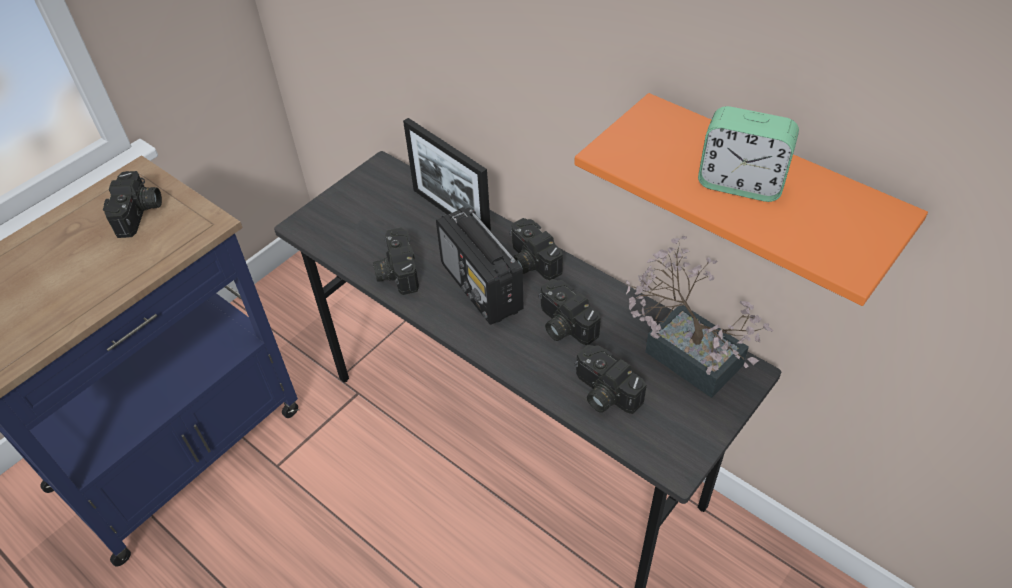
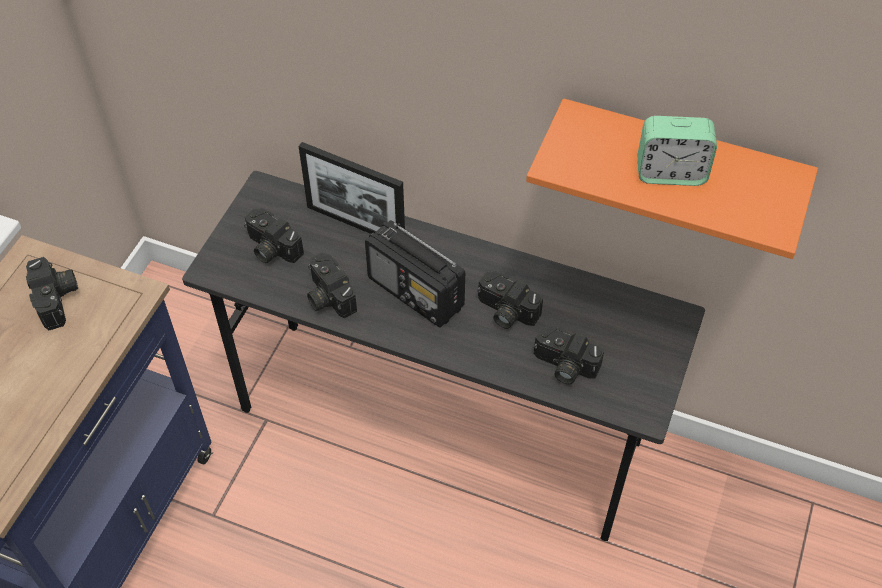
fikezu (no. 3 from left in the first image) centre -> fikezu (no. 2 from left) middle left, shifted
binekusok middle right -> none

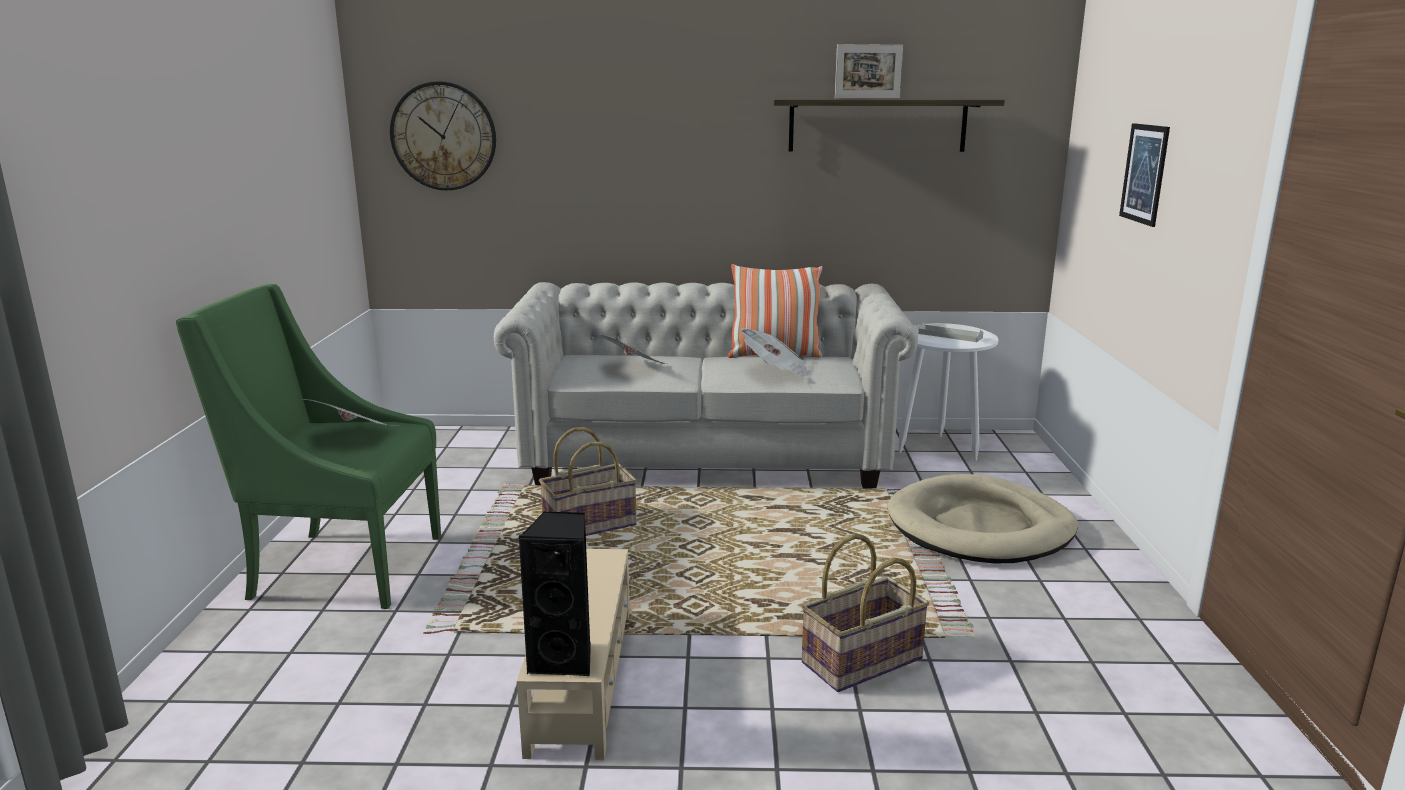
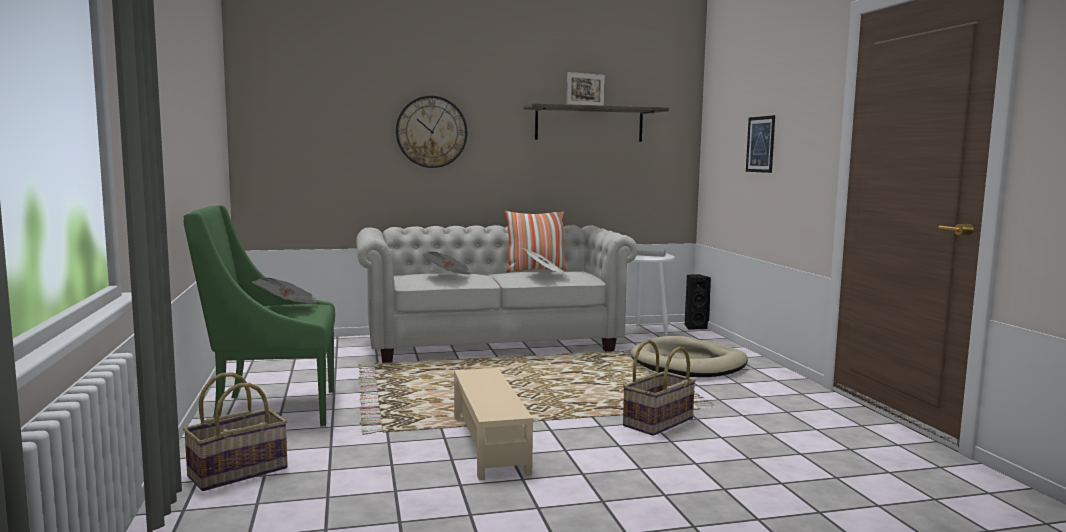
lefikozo (no. 1 from left) centre -> lefikozo (no. 1 from left) bottom left, shifted
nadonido top left -> nadonido top centre, shifted
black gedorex bottom centre -> black gedorex centre, shifted

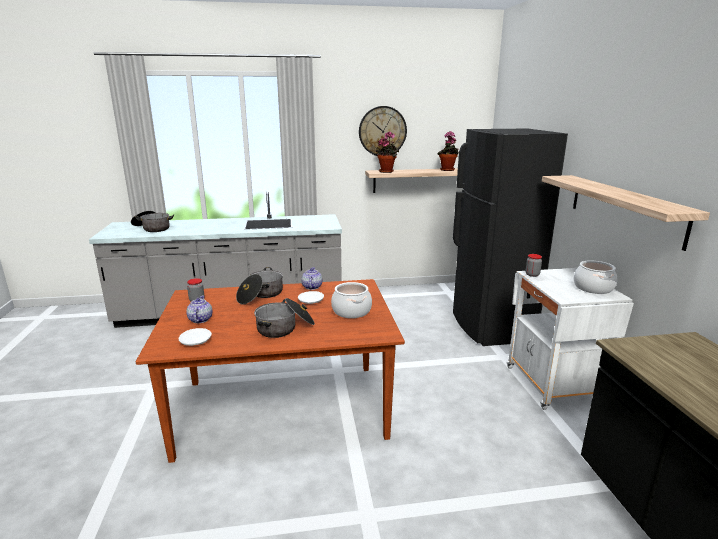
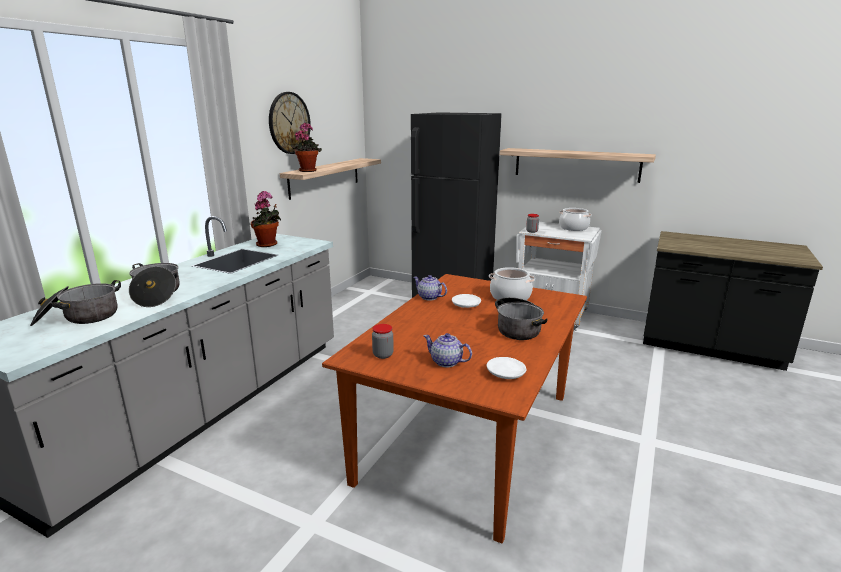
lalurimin (no. 2 from left) centre -> lalurimin (no. 2 from left) middle left, shifted
binekusok (no. 2 from left in the first image) top centre -> binekusok (no. 1 from left) middle left, shifted

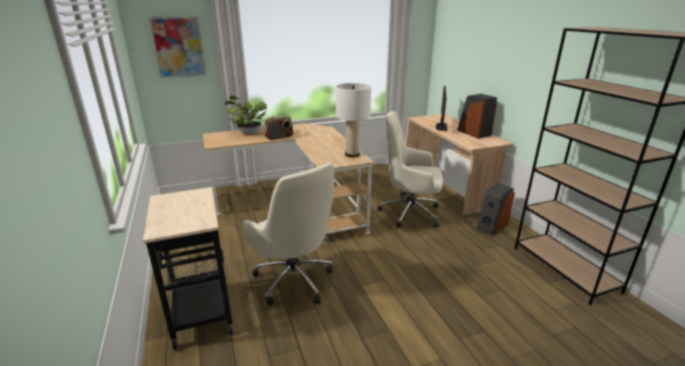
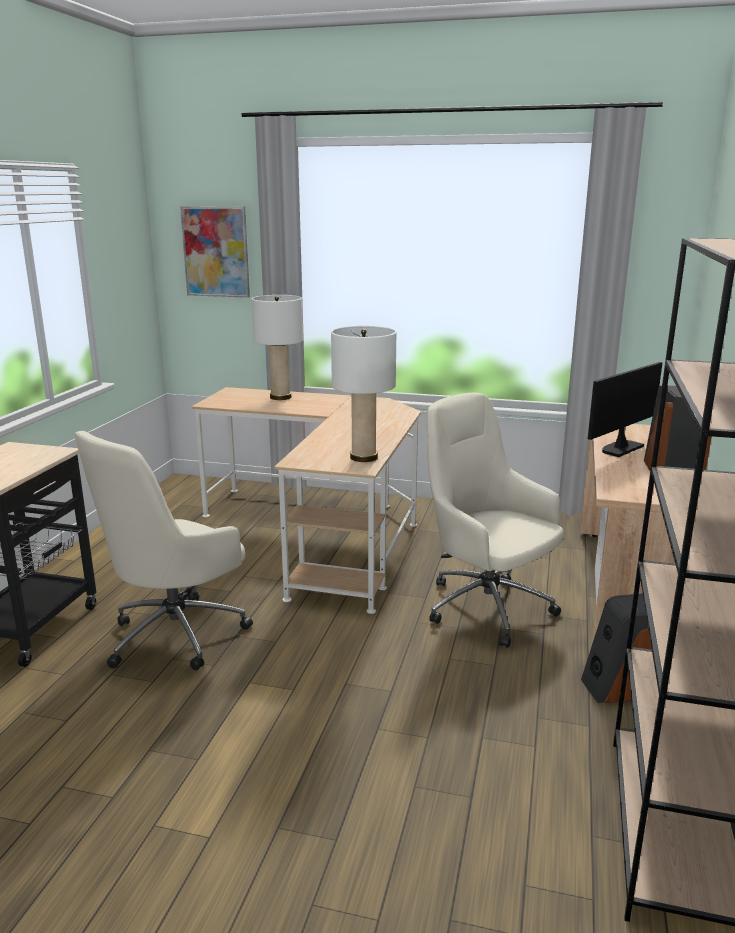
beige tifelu (no. 1 from left) centre -> beige tifelu (no. 1 from left) middle left, 45 degrees clockwise
binekusok top centre -> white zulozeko (no. 1 from left) centre
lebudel centre -> none

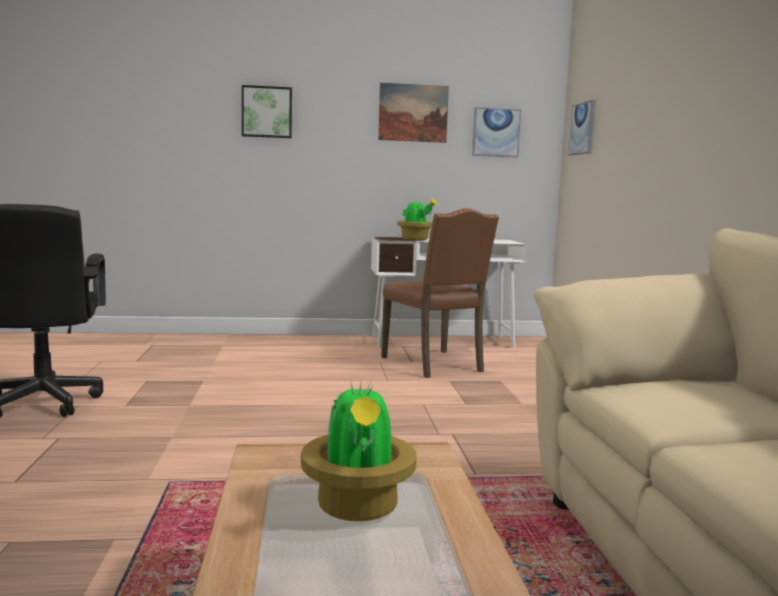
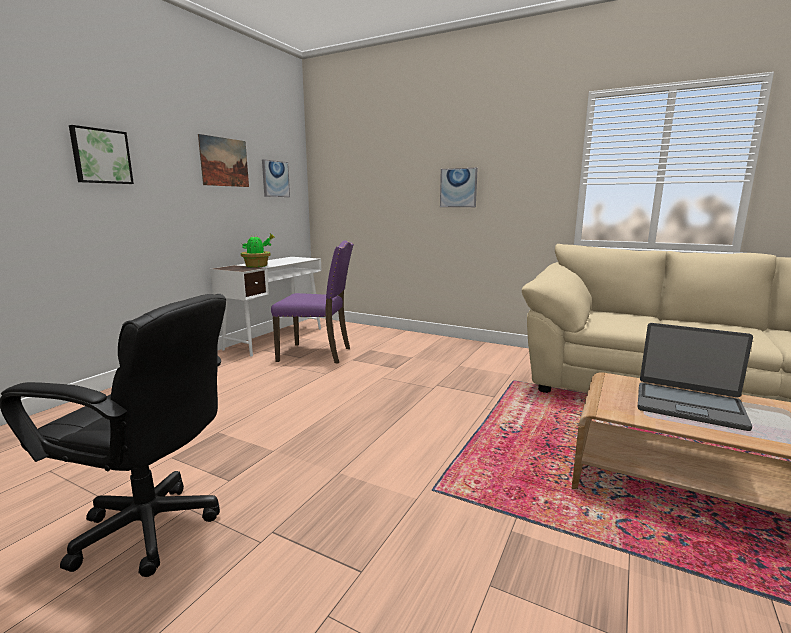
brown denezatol centre -> purple denezatol centre
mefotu (no. 4 from left) top right -> mefotu (no. 4 from left) top centre, shifted
binekusok (no. 1 from left) bottom centre -> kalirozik middle right

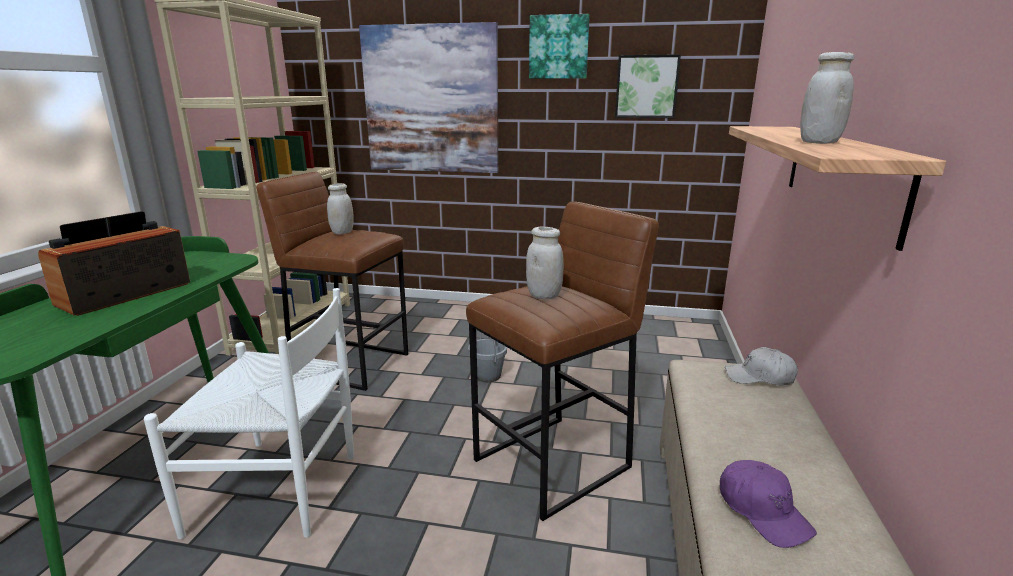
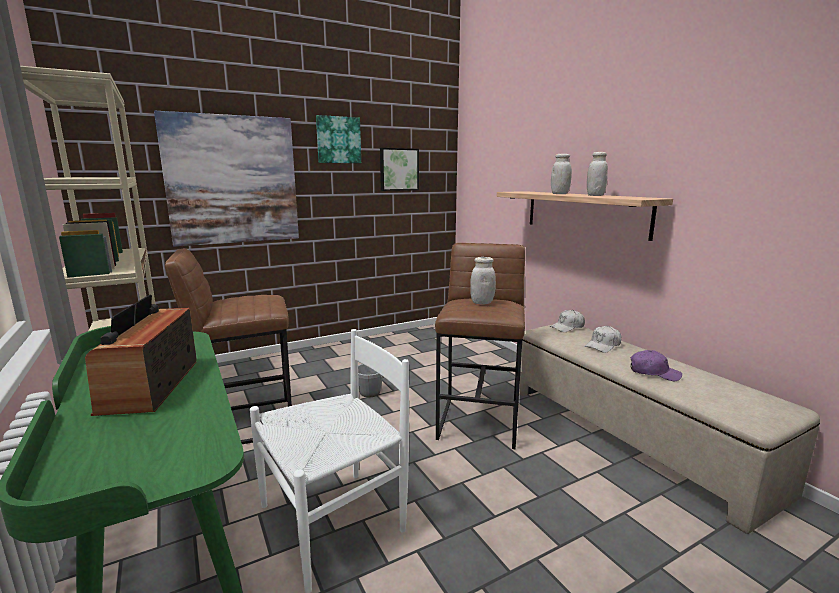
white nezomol (no. 1 from left in the first image) centre -> white nezomol (no. 2 from left) top right, shifted
none -> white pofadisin (no. 2 from left) middle right

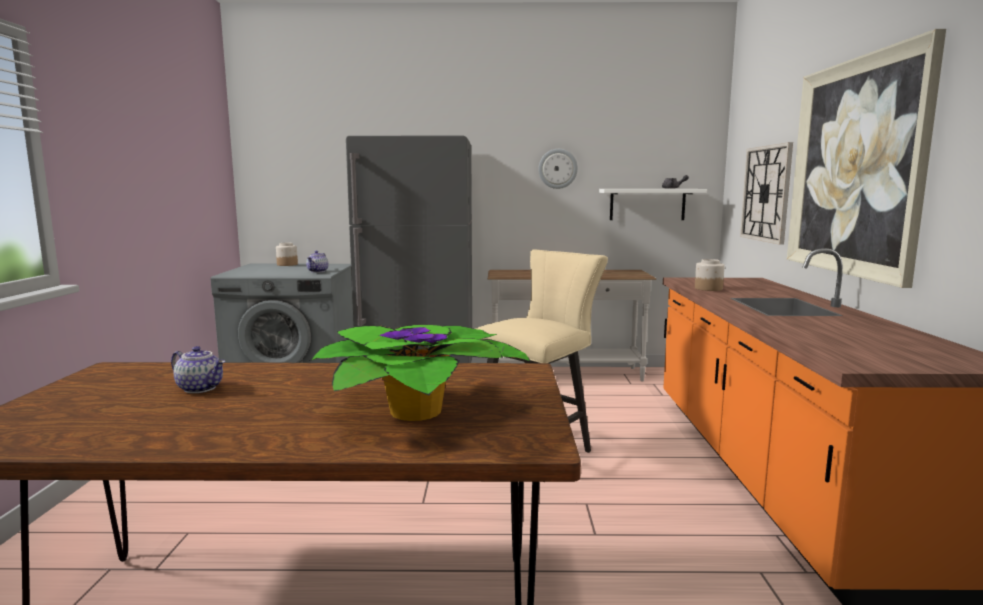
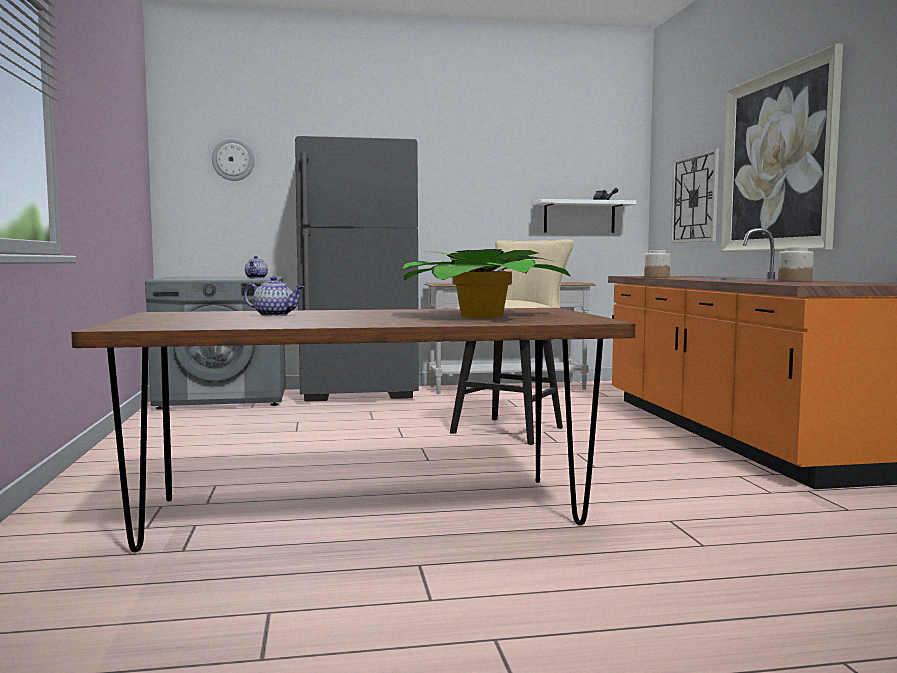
nadonido (no. 1 from left) top centre -> nadonido (no. 1 from left) top left, shifted
nezomol (no. 1 from left in the first image) middle left -> nezomol (no. 2 from left) middle right, shifted

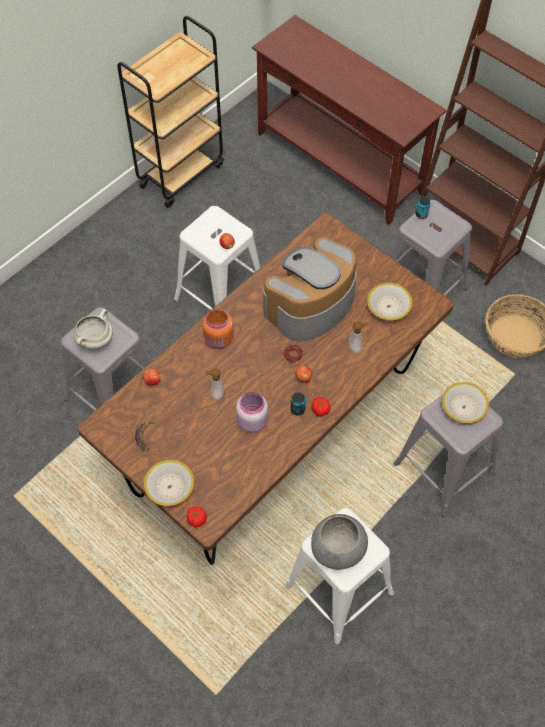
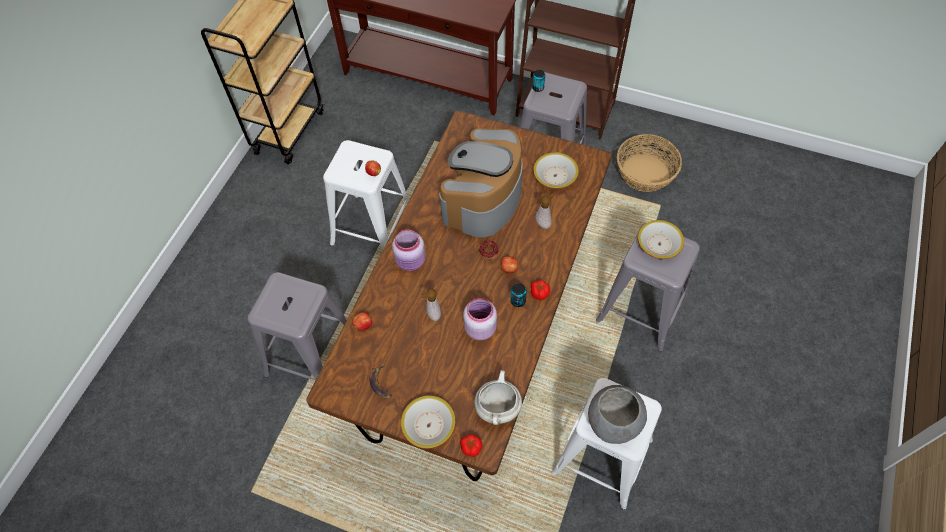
orange nezomol centre -> pink nezomol (no. 1 from left) centre
white lalurimin middle left -> white lalurimin bottom centre, shifted

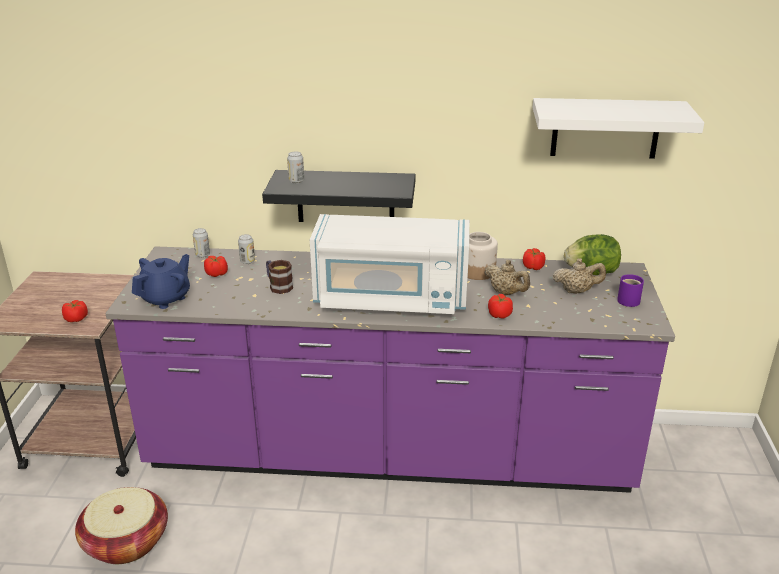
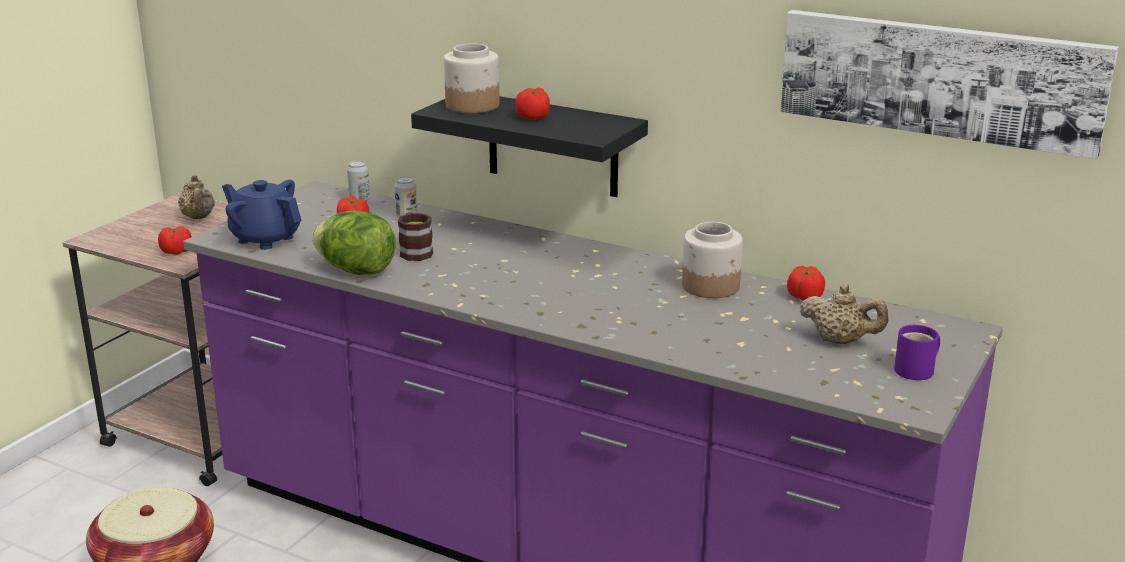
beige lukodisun (no. 1 from left) centre -> beige lukodisun (no. 1 from left) middle left, shifted
blue lukodisun middle left, 120 degrees counterclockwise
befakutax middle right -> befakutax middle left, shifted
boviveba (no. 3 from left) top centre -> nezomol (no. 1 from left) top centre
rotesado (no. 3 from left) centre -> rotesado (no. 3 from left) top centre, shifted
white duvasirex top right -> mefotu top right
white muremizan centre -> none

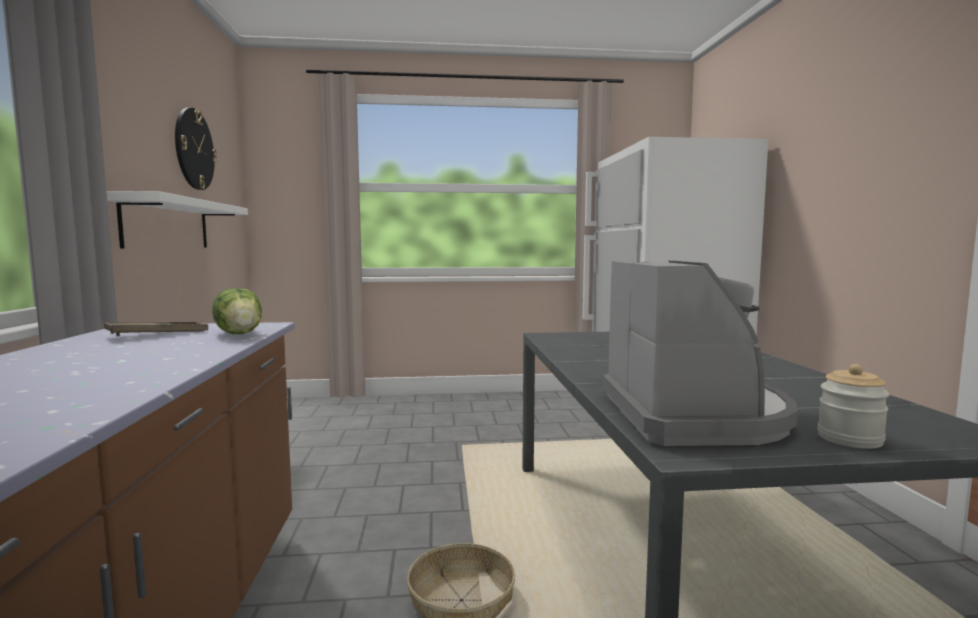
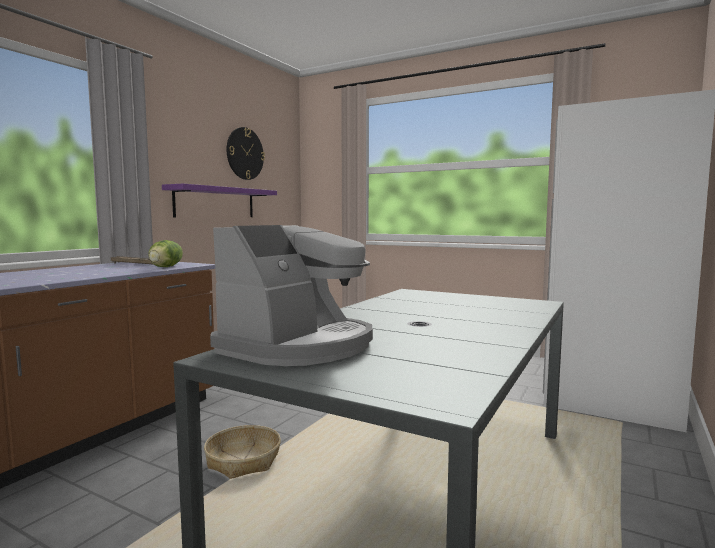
white duvasirex middle left -> purple duvasirex middle left
nezomol middle right -> none

